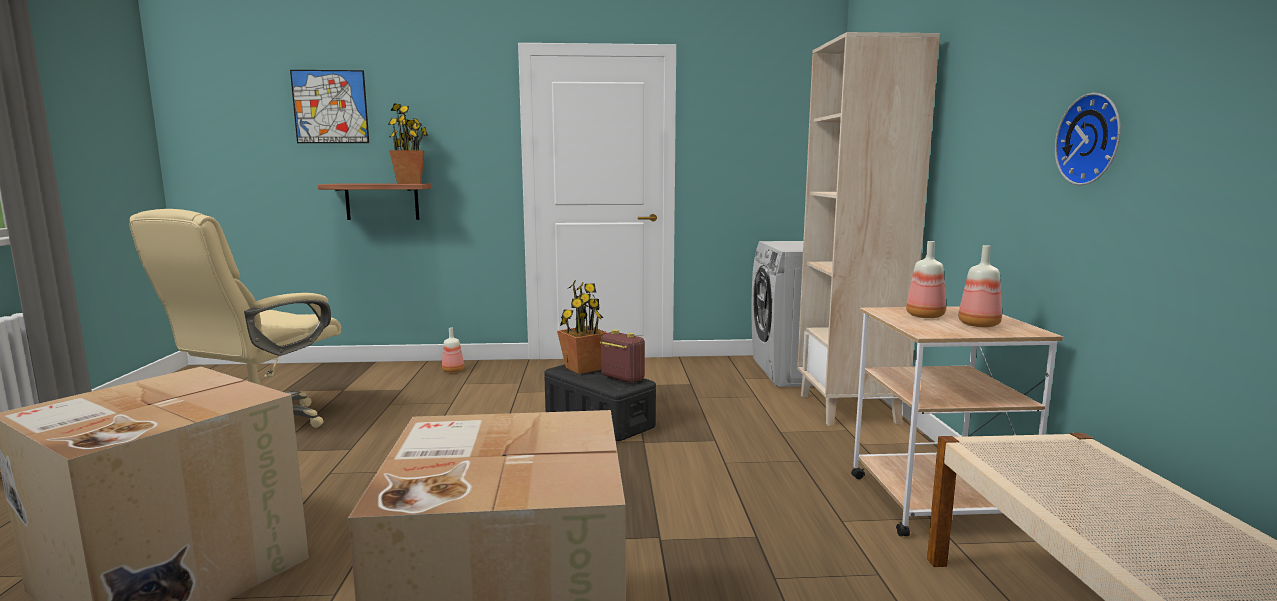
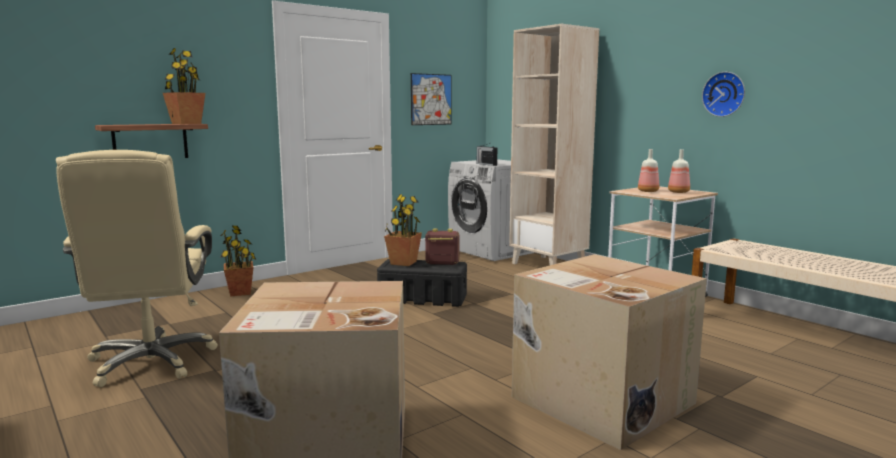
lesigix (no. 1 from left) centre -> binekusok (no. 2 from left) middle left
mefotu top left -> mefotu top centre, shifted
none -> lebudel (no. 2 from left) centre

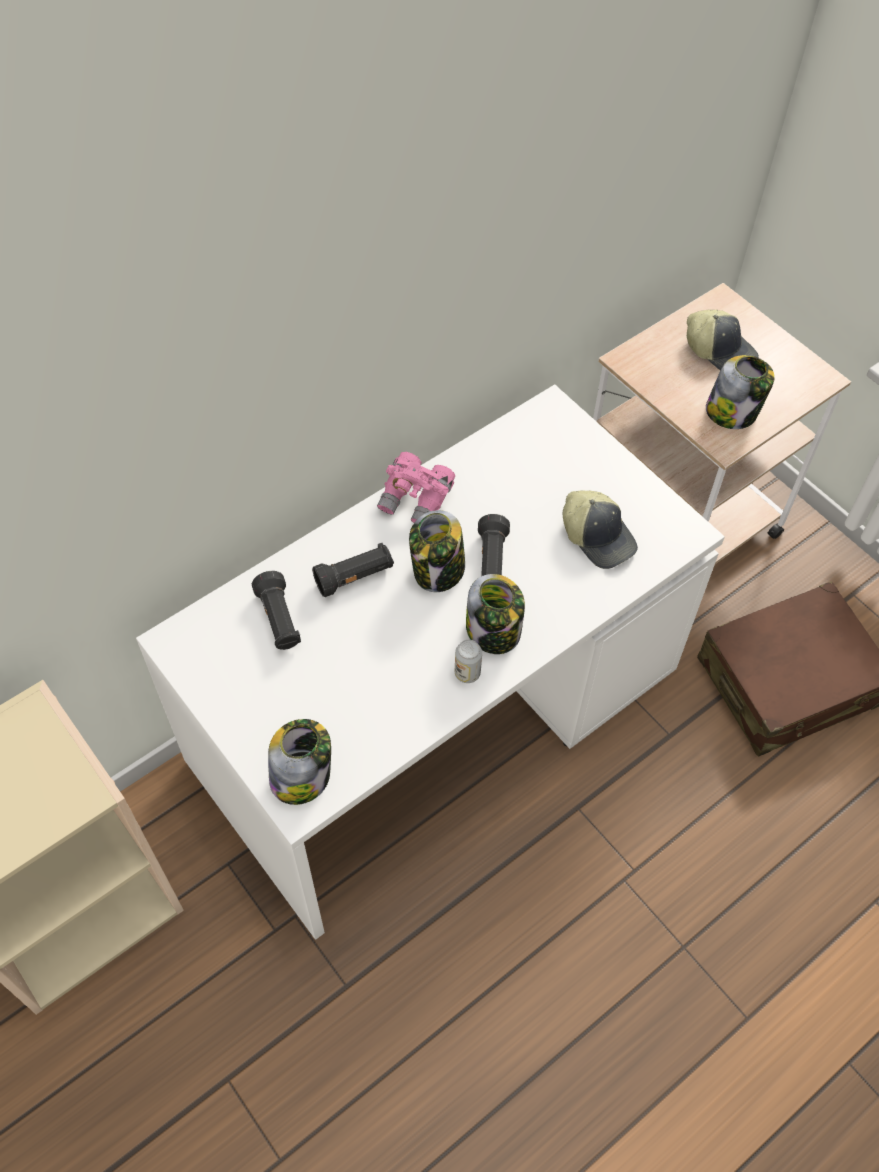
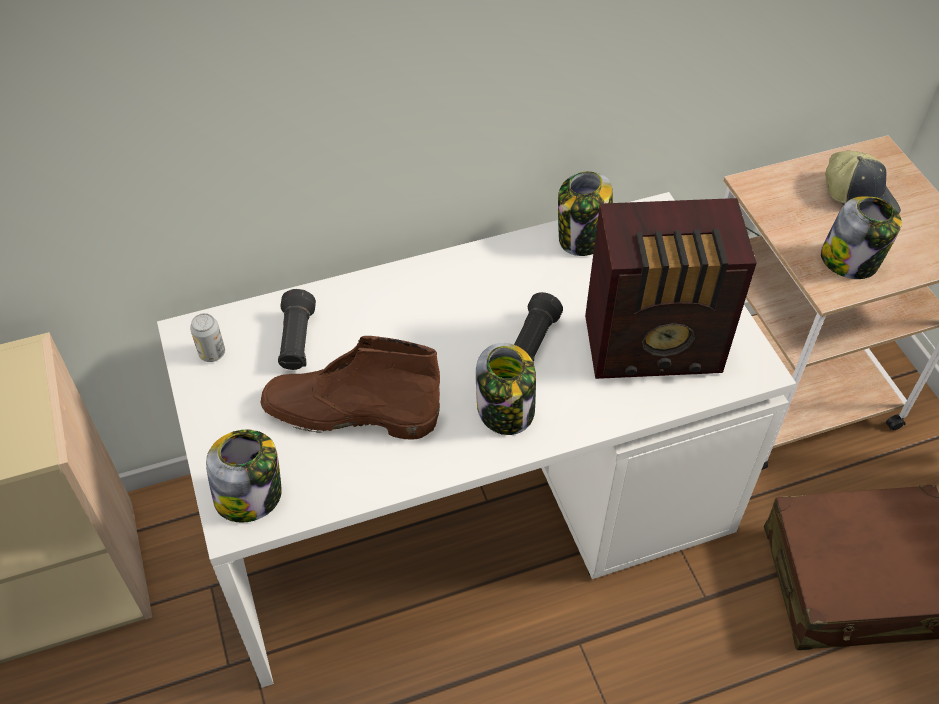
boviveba centre -> boviveba middle left, shifted
none -> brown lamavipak centre
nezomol (no. 2 from left in the first image) centre -> nezomol (no. 3 from left) top centre, shifted
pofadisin (no. 1 from left) middle right -> lebudel middle right
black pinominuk (no. 2 from left) centre -> none
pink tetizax centre -> none

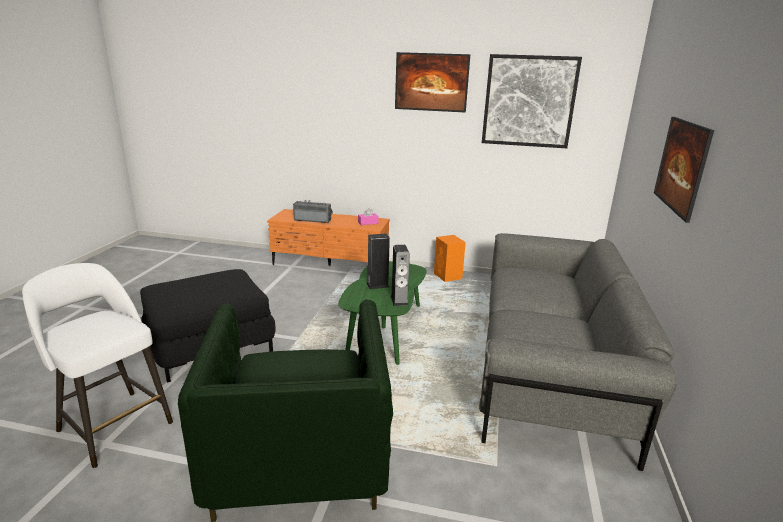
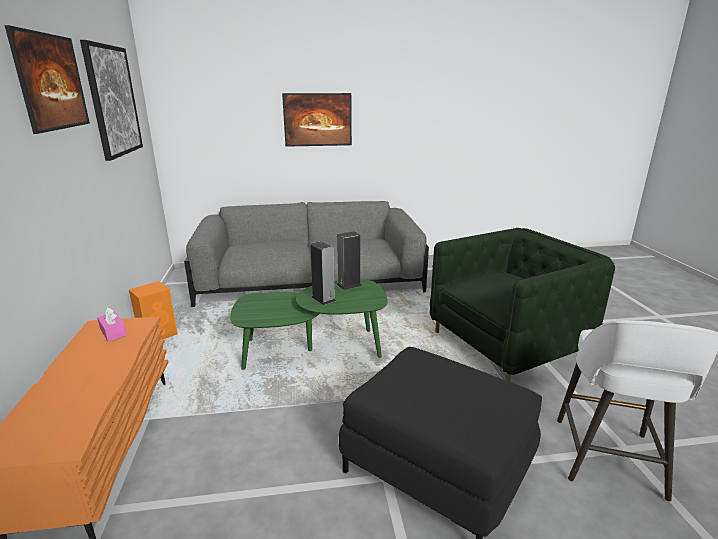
lebudel centre -> none

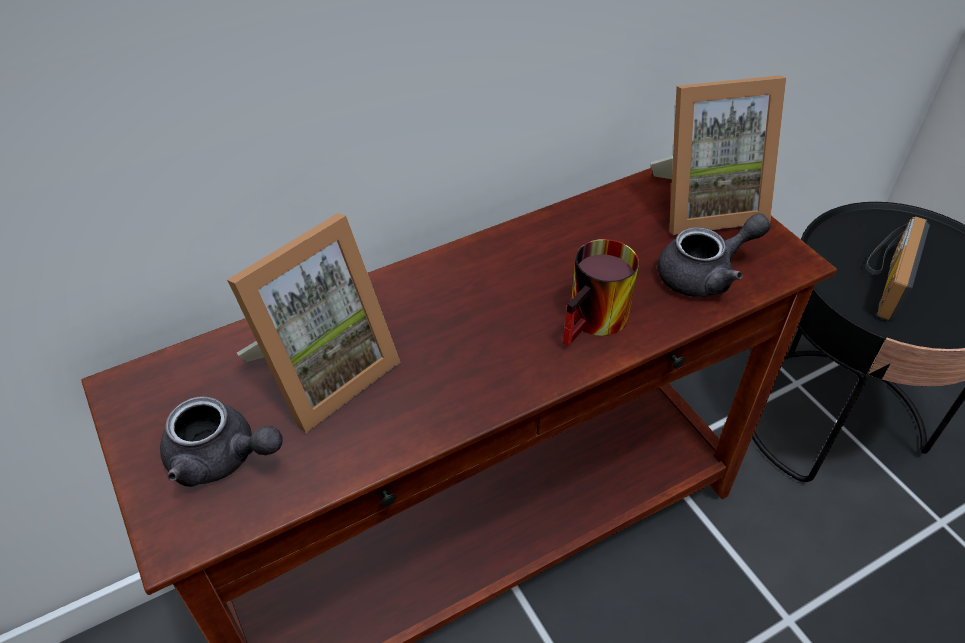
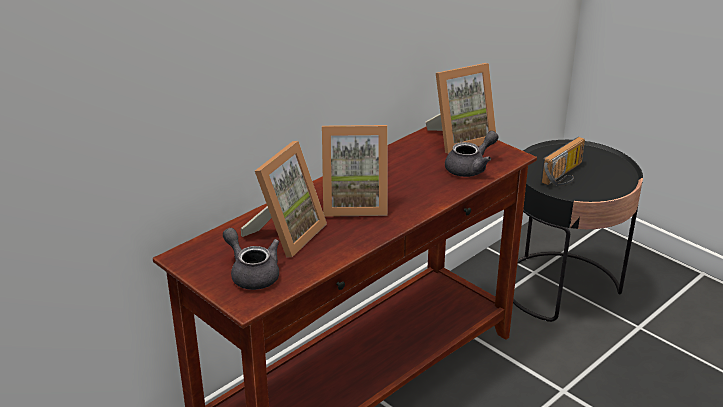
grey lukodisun (no. 1 from left) bottom left -> grey lukodisun (no. 1 from left) centre, 135 degrees counterclockwise
none -> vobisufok (no. 2 from left) centre
lebudel middle right, 150 degrees counterclockwise
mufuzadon centre -> none

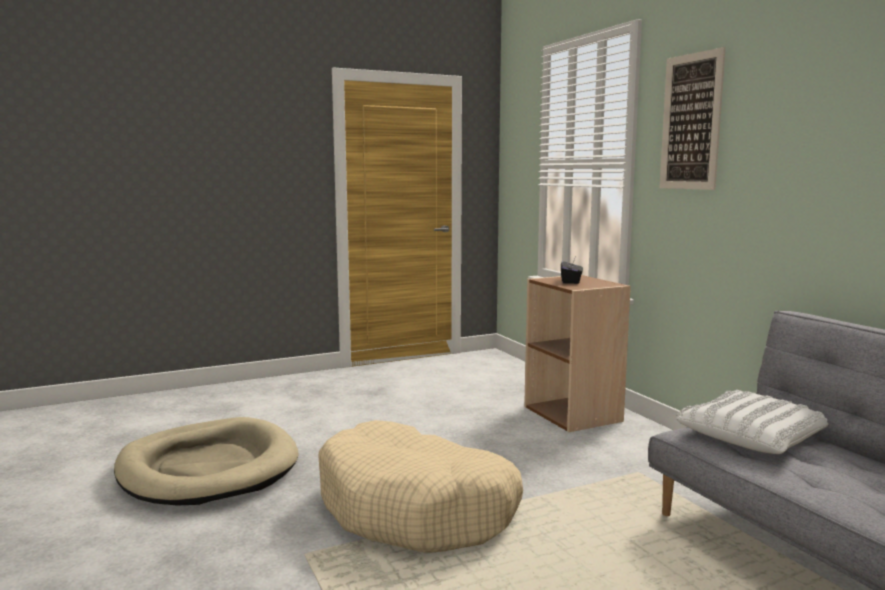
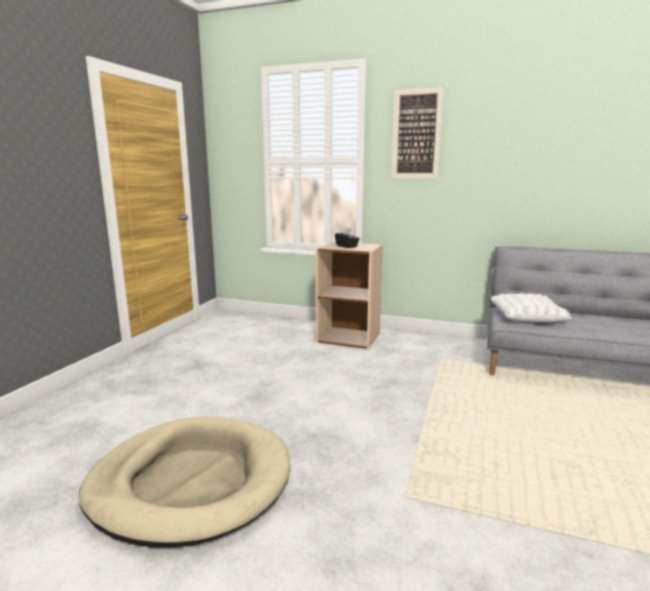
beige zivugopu (no. 2 from left) bottom centre -> none

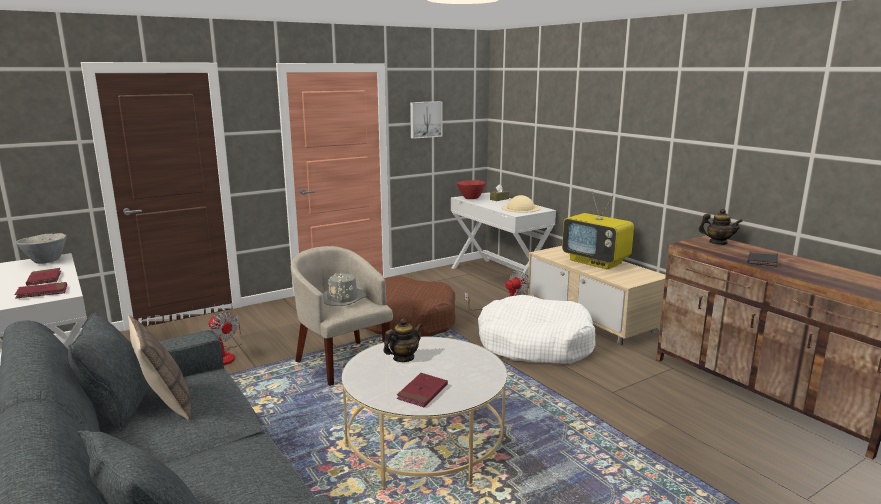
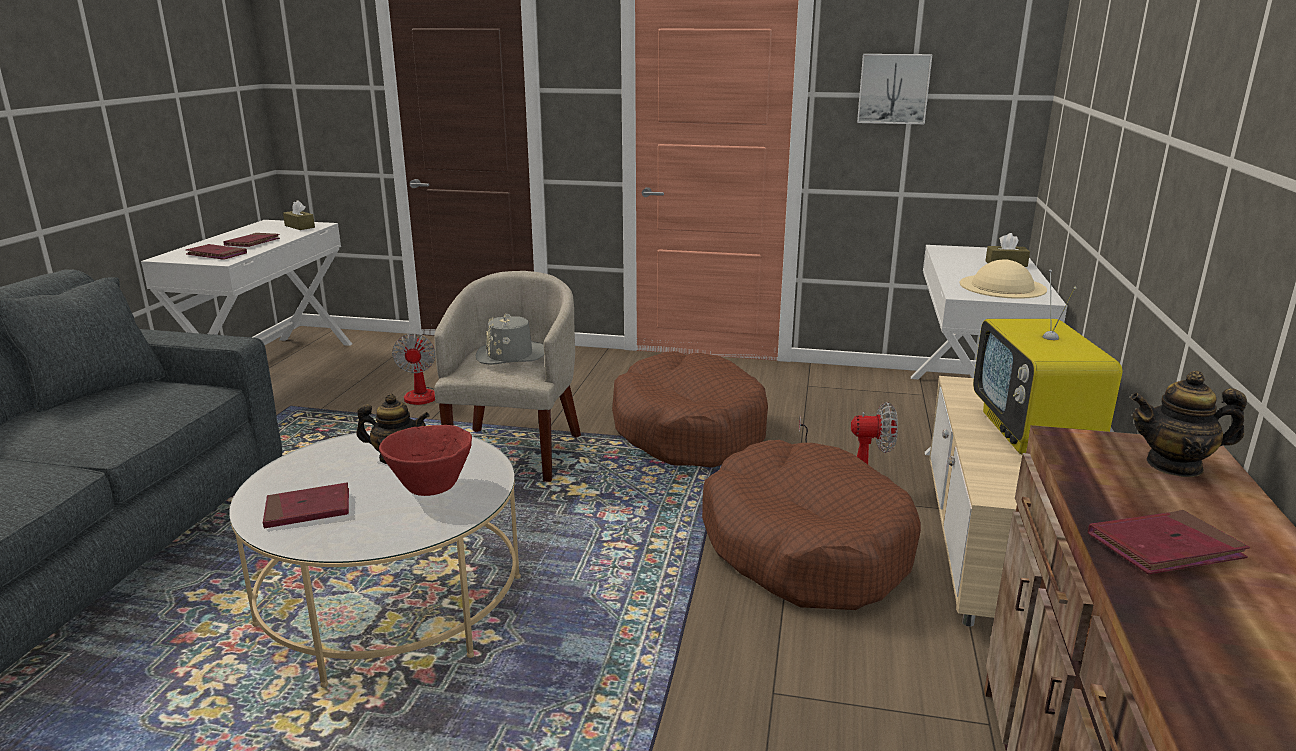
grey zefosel middle left -> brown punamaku (no. 1 from left) top left
red zefosel centre -> red zefosel middle left, shifted
white zivugopu centre -> brown zivugopu (no. 2 from left) bottom centre
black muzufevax middle right -> red muzufevax (no. 4 from left) bottom right
lukodisun (no. 2 from left) middle right, 120 degrees clockwise
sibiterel bottom left -> none

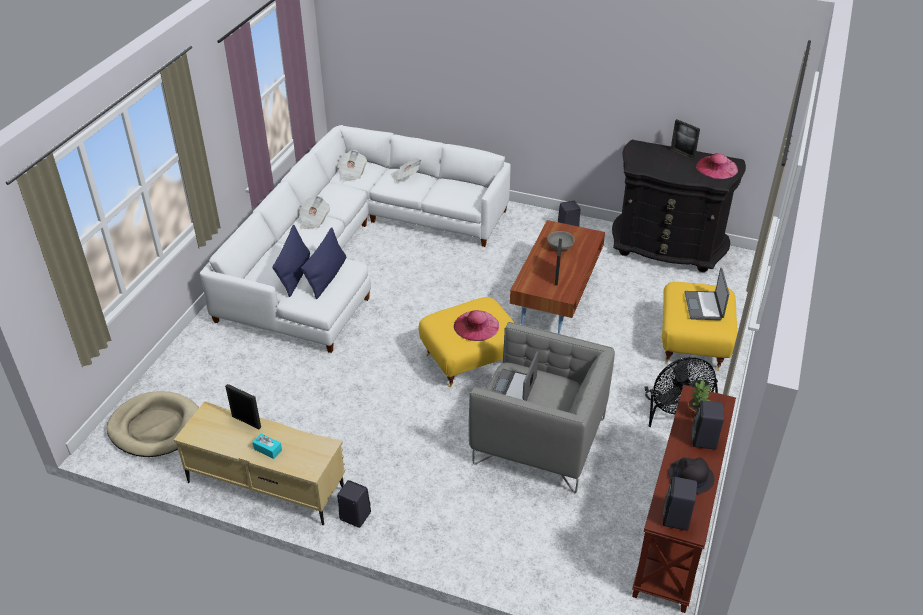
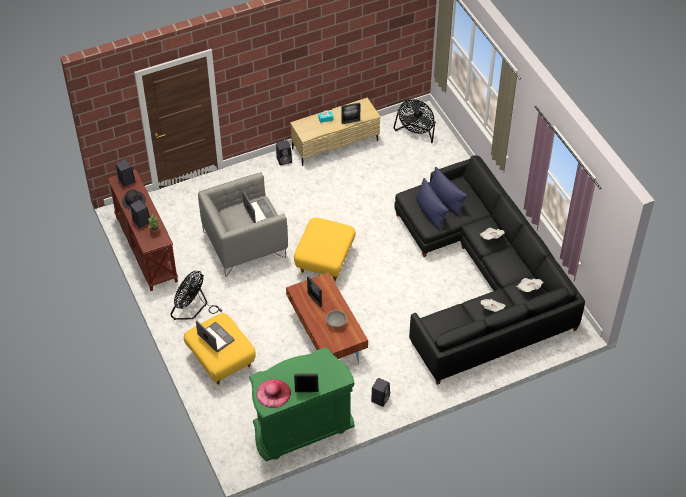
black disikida middle right -> green disikida bottom centre
beige zivugopu bottom left -> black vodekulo (no. 2 from left) top centre
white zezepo centre -> black zezepo middle right
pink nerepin (no. 1 from left) centre -> none

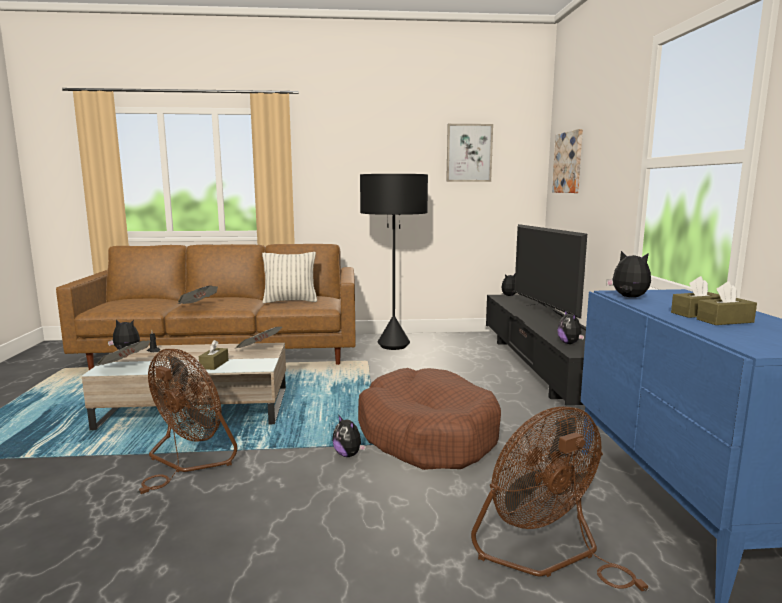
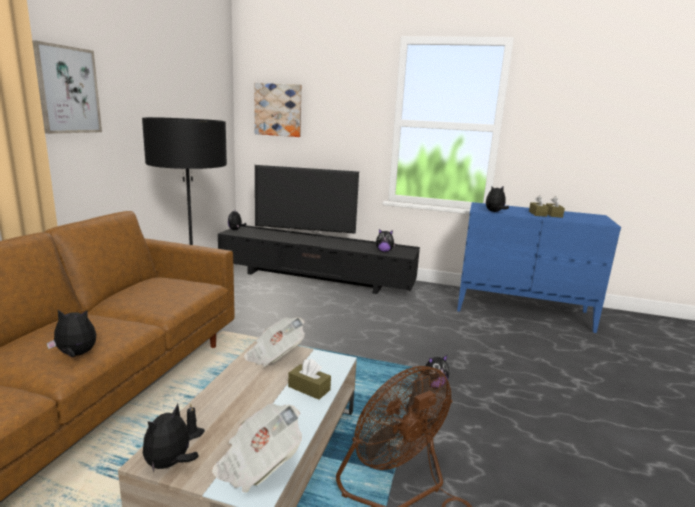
mefotu (no. 1 from left) top centre -> mefotu (no. 1 from left) top left, shifted
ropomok (no. 2 from left) middle left -> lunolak (no. 1 from left) middle left
sibiterel centre -> none
brown zivugopu bottom centre -> none
brown vodekulo (no. 2 from left) bottom right -> none

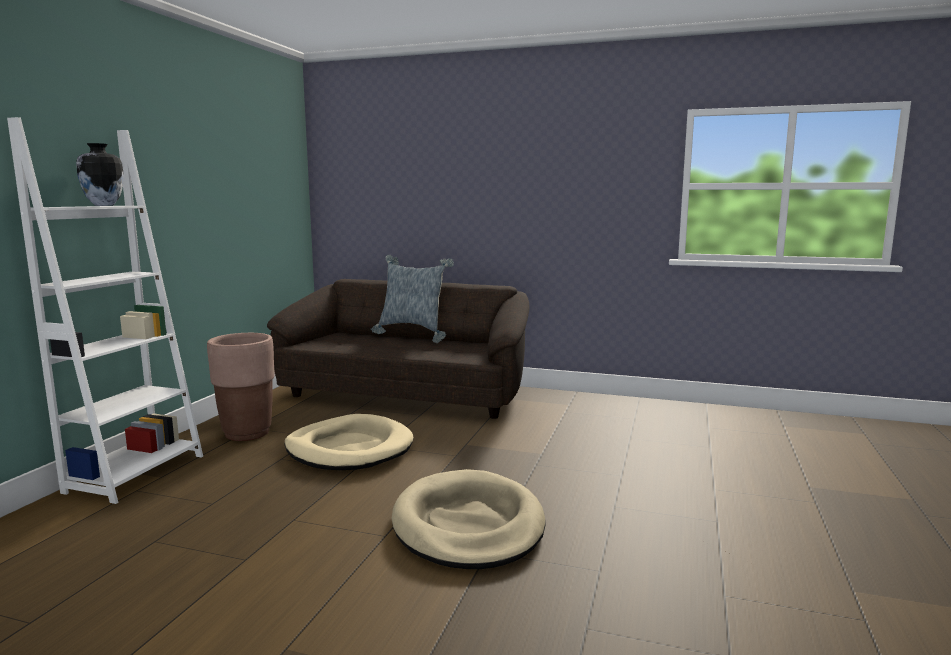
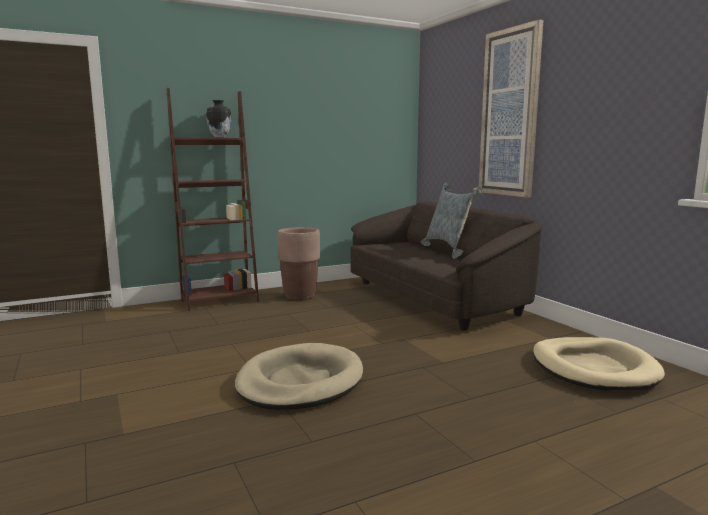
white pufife middle left -> brown pufife middle left
none -> mefotu top right
beige zivugopu (no. 1 from left in the first image) bottom centre -> beige zivugopu (no. 2 from left) bottom right, shifted

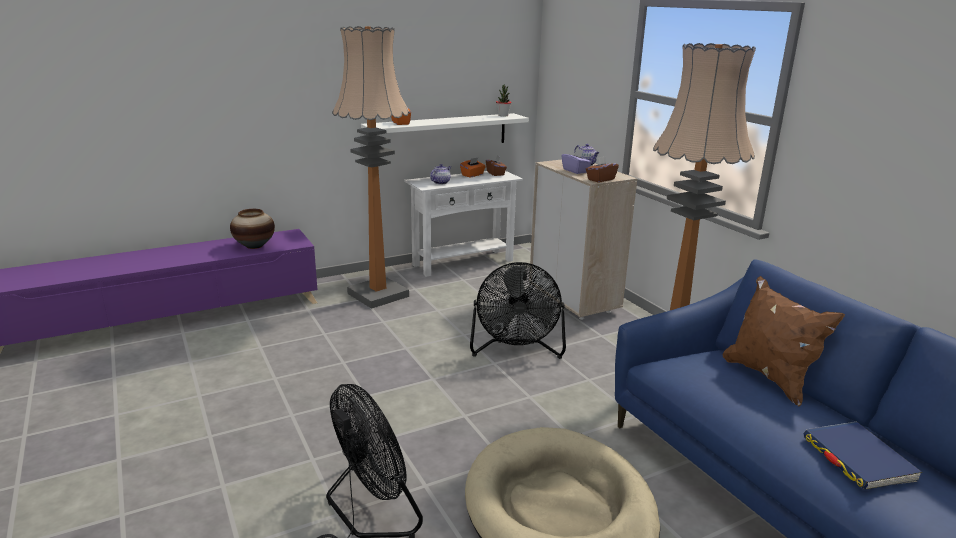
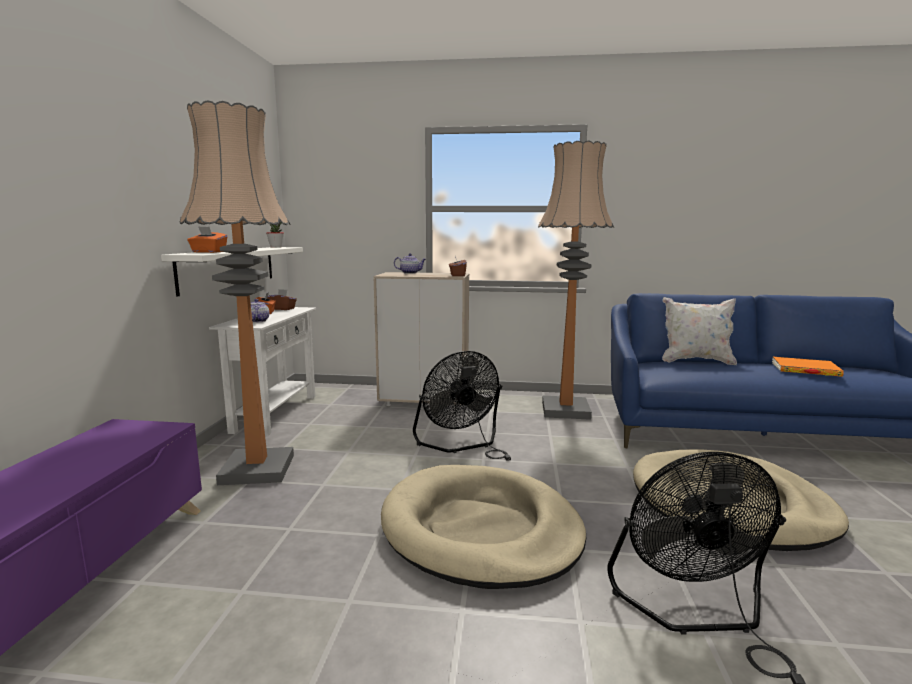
none -> beige zivugopu (no. 1 from left) bottom centre
black vodekulo (no. 2 from left in the first image) centre -> black vodekulo (no. 1 from left) centre, 150 degrees counterclockwise
brown sibiterel middle right -> white sibiterel middle right
blue muzufevax bottom right -> orange muzufevax middle right
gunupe middle left -> none
purple punamaku top centre -> none

